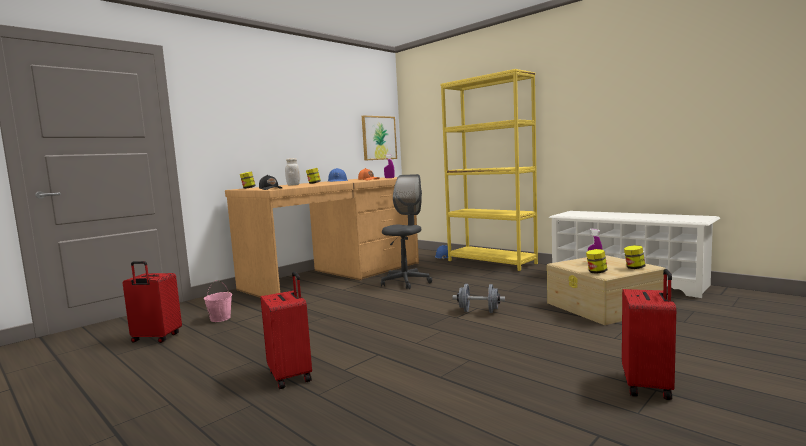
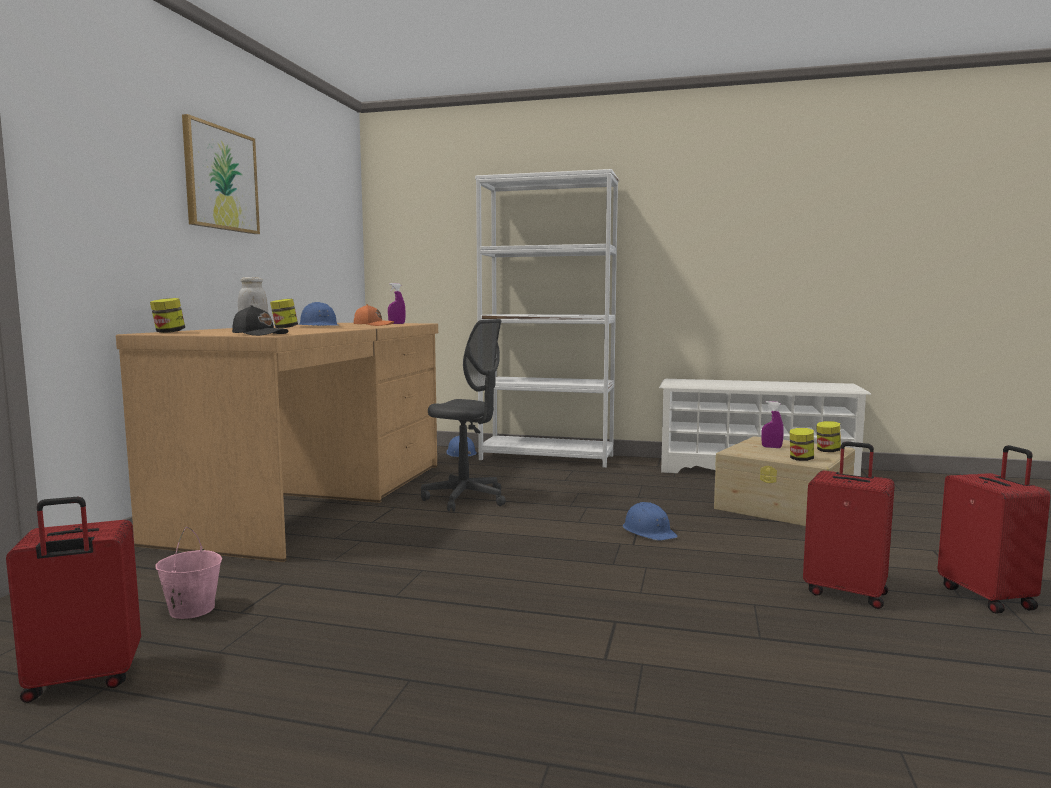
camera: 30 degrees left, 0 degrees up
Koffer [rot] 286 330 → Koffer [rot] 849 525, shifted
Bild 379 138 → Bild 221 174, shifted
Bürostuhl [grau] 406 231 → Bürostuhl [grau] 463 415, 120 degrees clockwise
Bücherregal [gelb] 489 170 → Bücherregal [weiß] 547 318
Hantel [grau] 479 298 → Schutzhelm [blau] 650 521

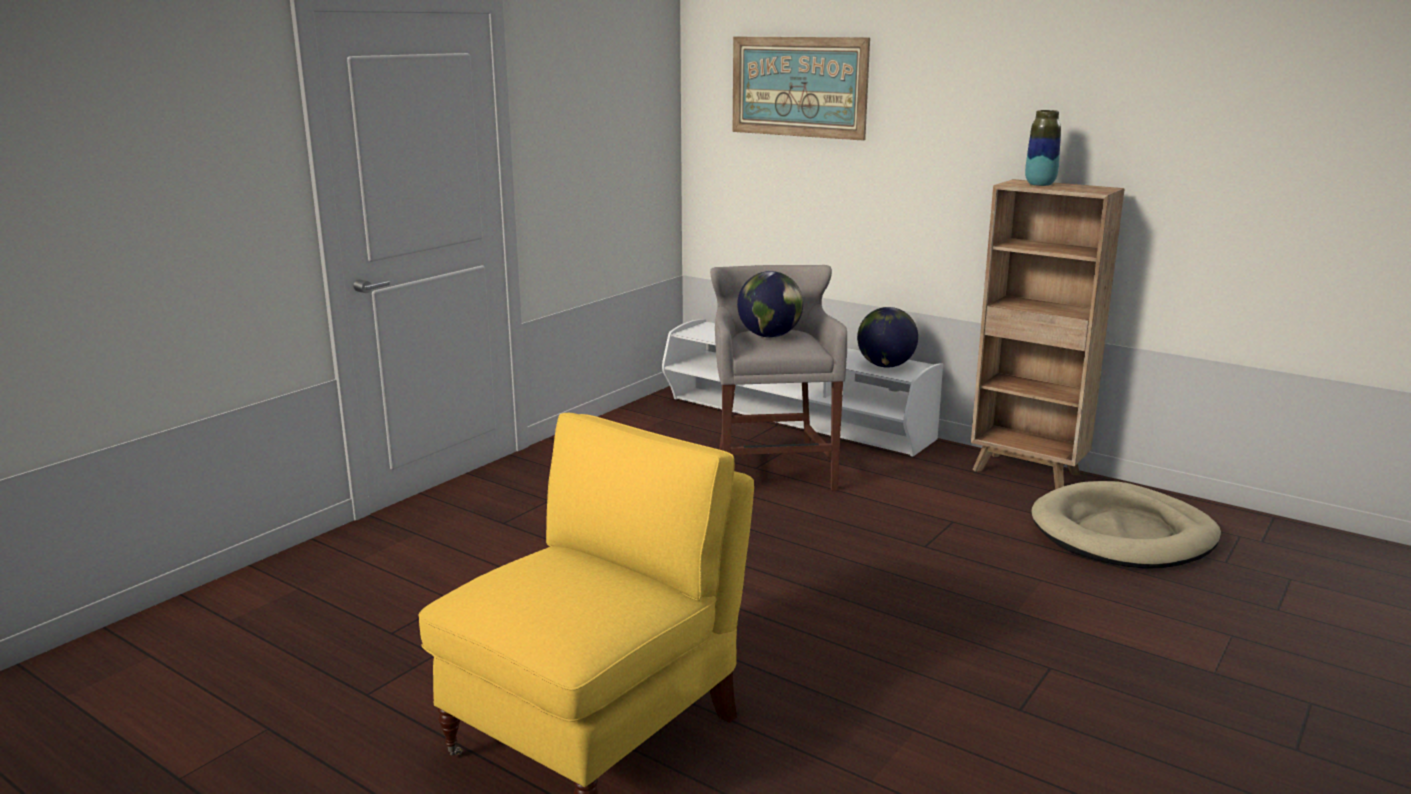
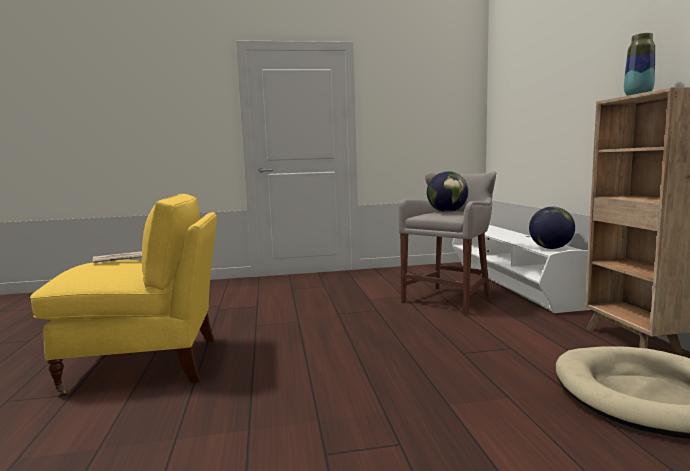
camera: 45 degrees right, 10 degrees down
Bild 801 88 → -
- → Zeitung 117 257

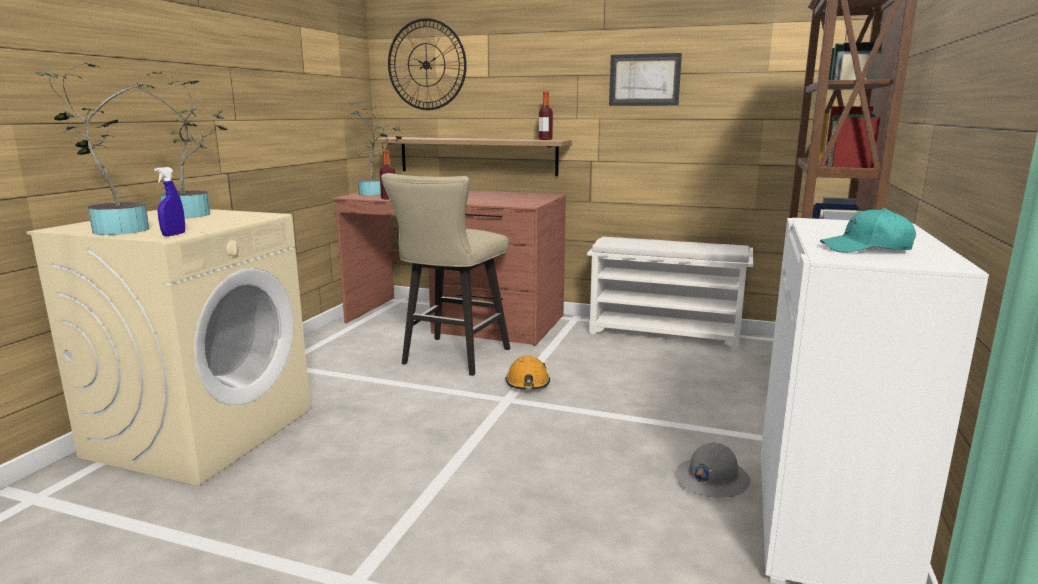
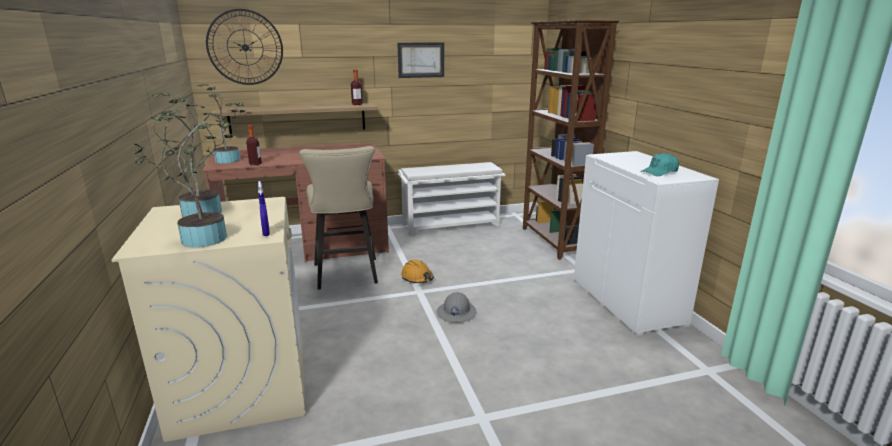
camera: 35 degrees left, 5 degrees up
Schutzhelm [grau] 713 470 → Schutzhelm [grau] 456 307, shifted

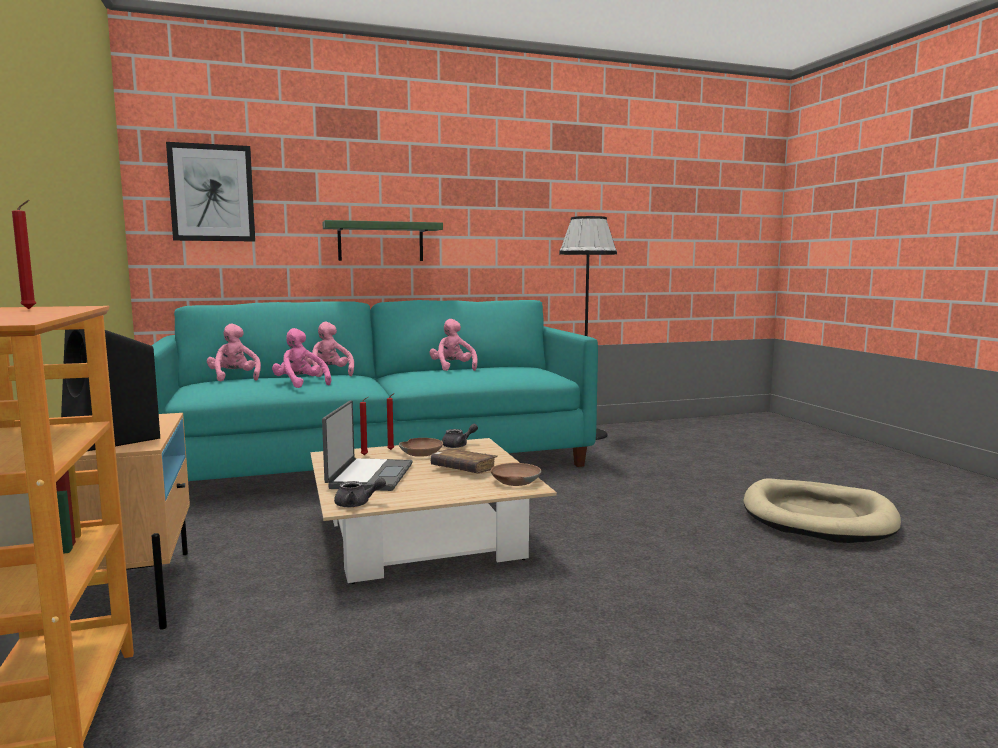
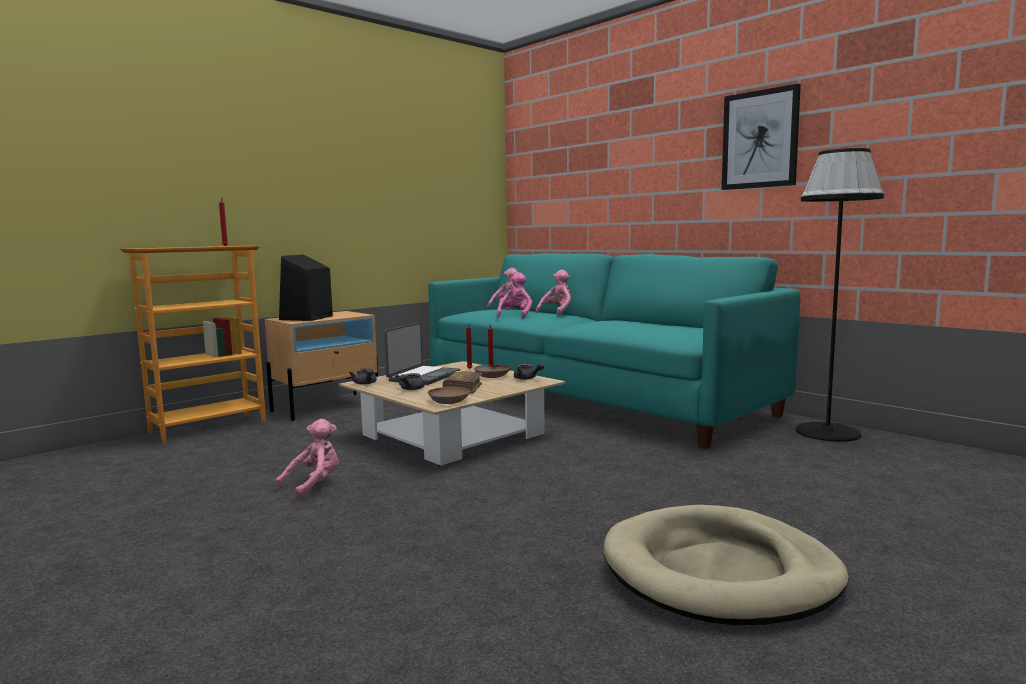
camera: 65 degrees right, 0 degrees up
Bild 210 191 → Bild 761 137, shifted
Wandregal [grün] 382 240 → -
Laptop 367 445 → Laptop 422 353, 45 degrees counterclockwise
Plüschtier [rosa] 453 345 → Plüschtier [rosa] 307 459, shifted
- → Teekanne [grau] 410 381

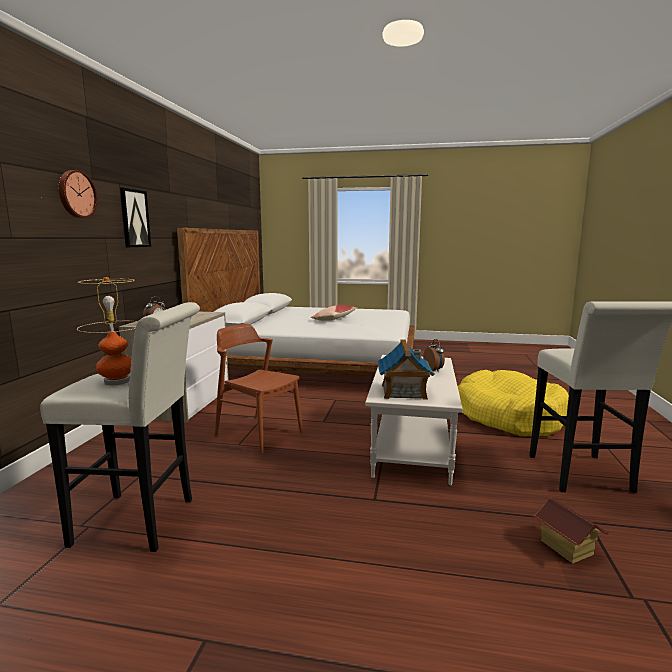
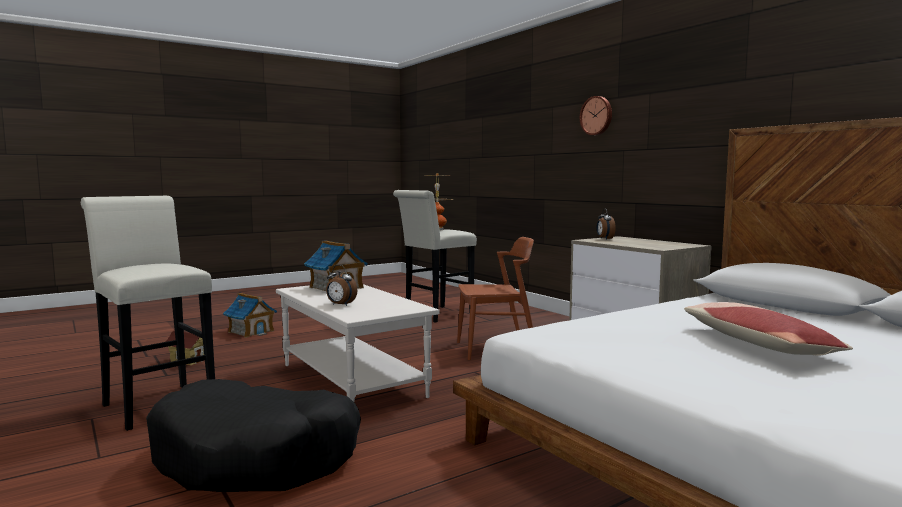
camera: 135 degrees right, 5 degrees down
Bild 135 217 → -
Hundebett [gelb] 513 403 → Hundebett [schwarz] 253 435
- → Spielzeughaus 250 315

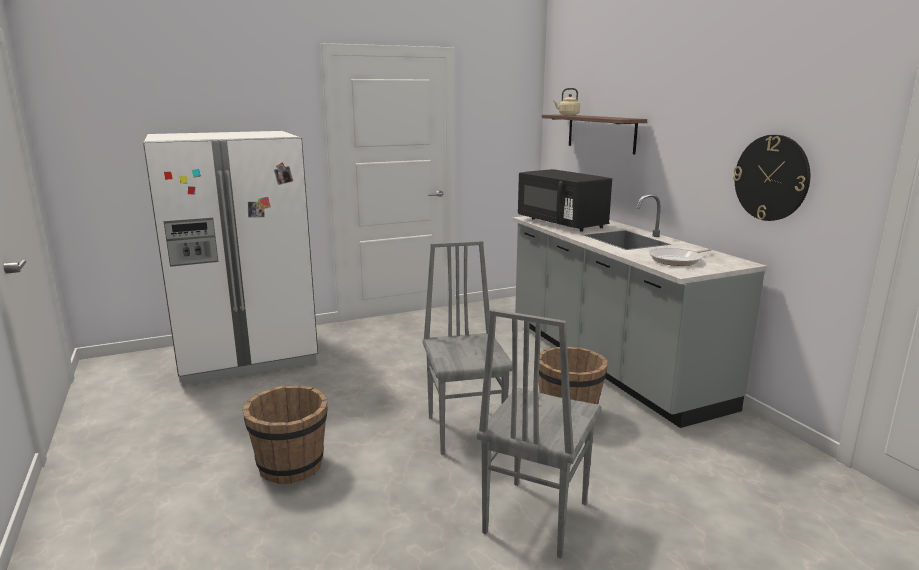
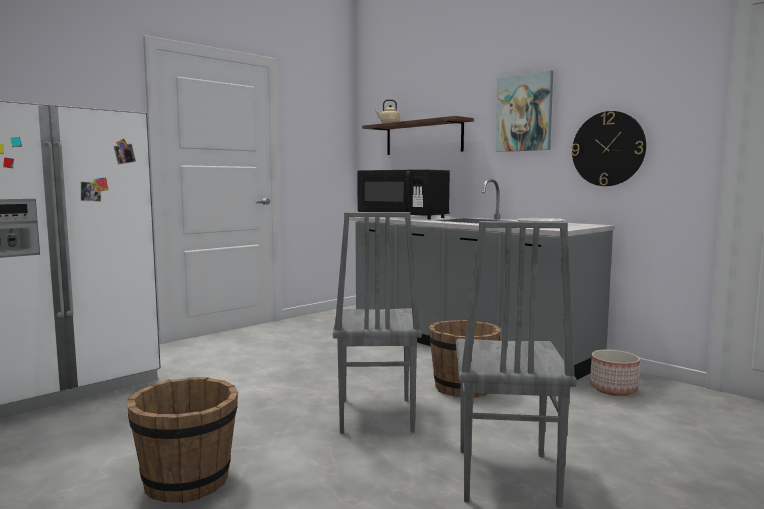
camera: 20 degrees left, 10 degrees down
Stuhl [grau] 467 348 → Stuhl [grau] 377 323, 150 degrees counterclockwise
- → Bild 524 111
- → Pflanzkübel 615 372

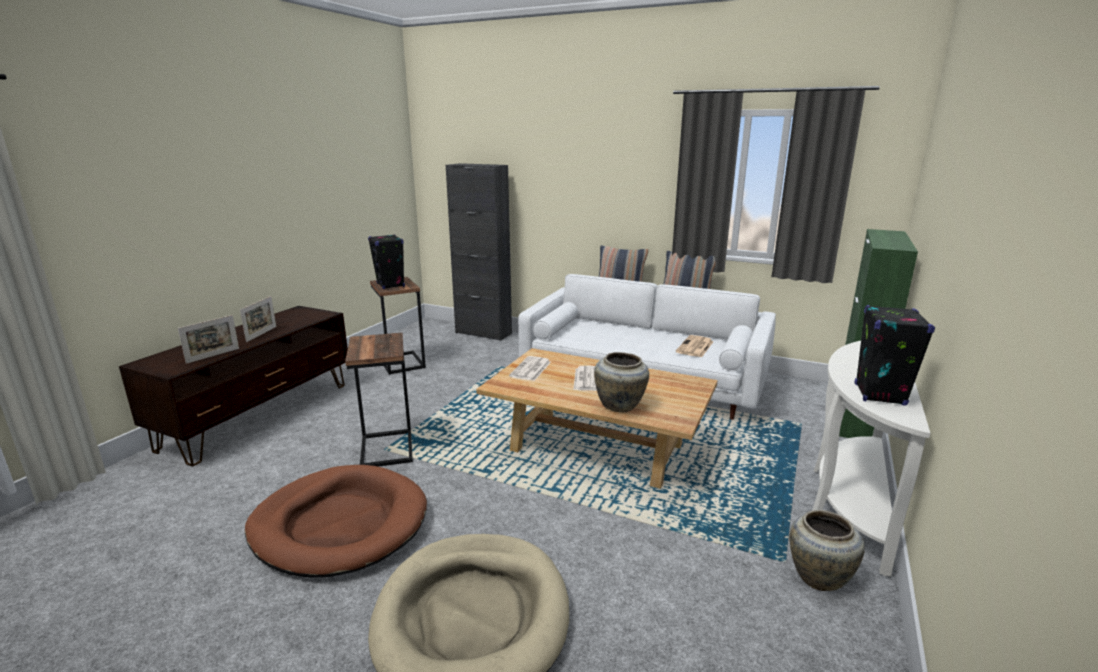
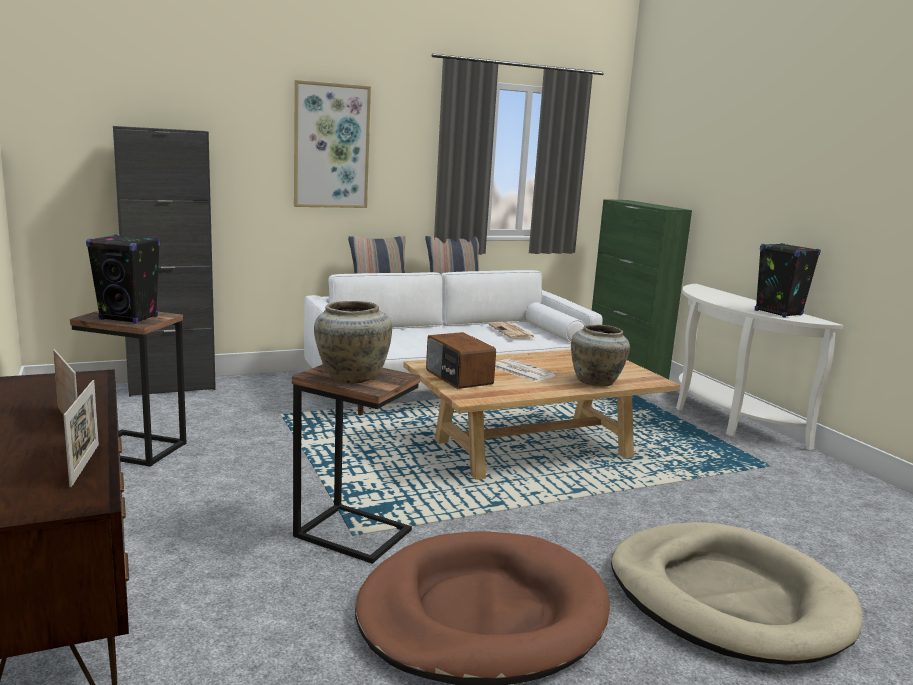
camera: 50 degrees left, 5 degrees down
Zeitung 530 368 → Radio 461 360
Vase [beige] 827 550 → Vase [beige] 353 342, shifted
- → Bild 332 144

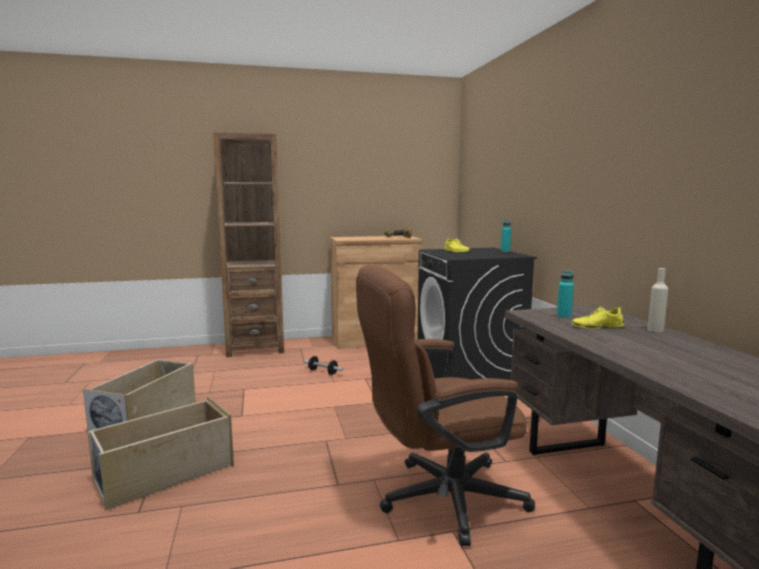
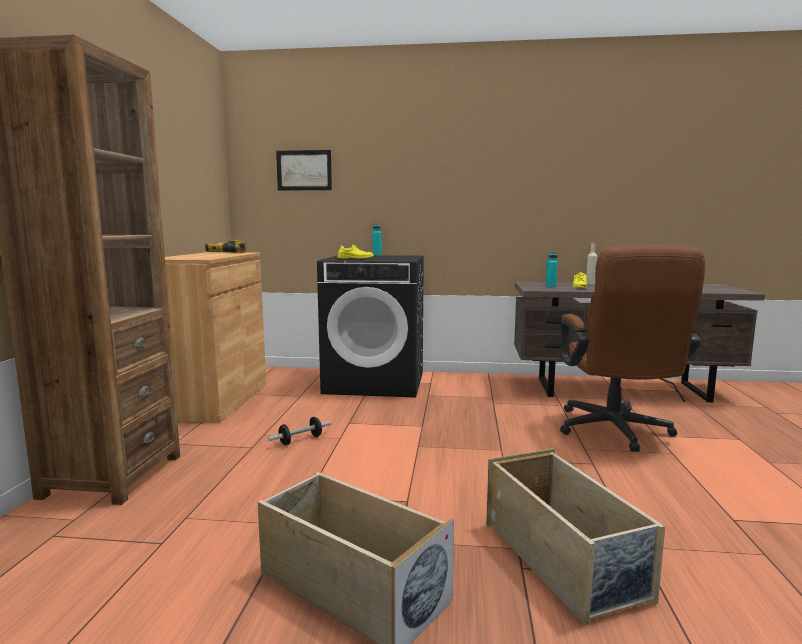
camera: 70 degrees left, 0 degrees up
- → Bild 304 170

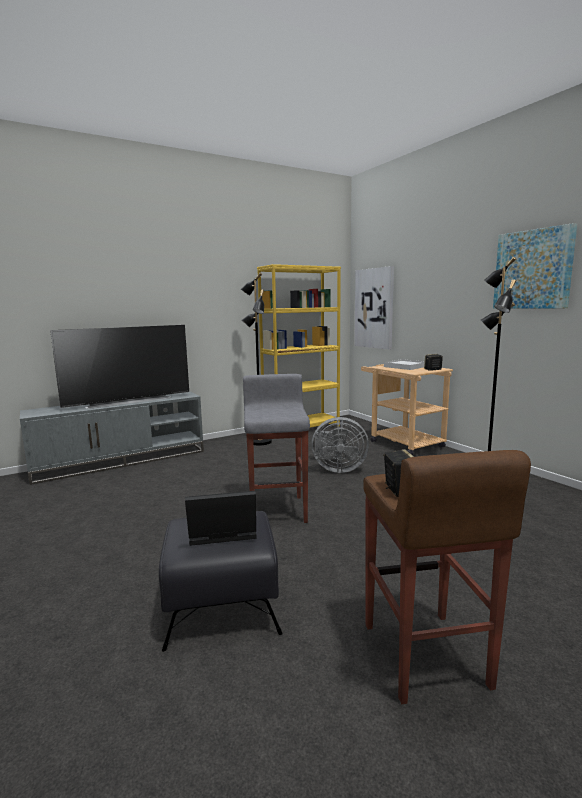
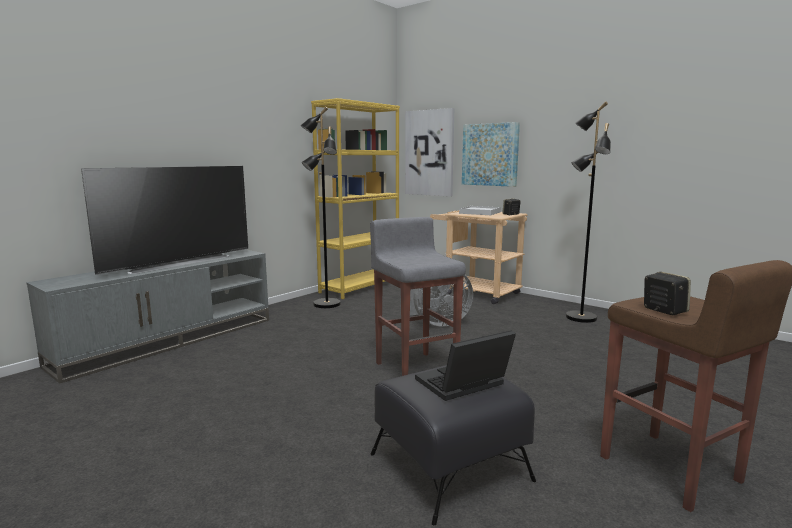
camera: 20 degrees left, 0 degrees up
Bild 535 265 → Bild 491 154, shifted

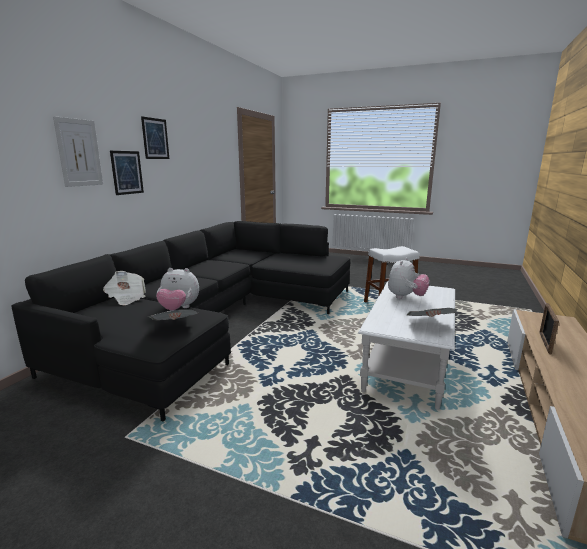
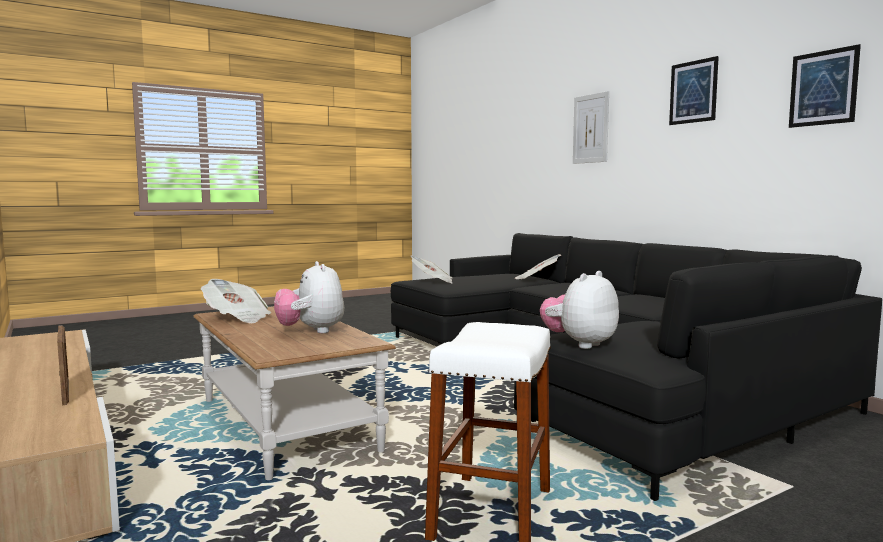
camera: 125 degrees right, 10 degrees down
Bild 127 173 → Bild 825 86, shifted
Plüschtier 177 289 → Plüschtier 579 310, shifted
Couchtisch [weiß] 406 345 → Couchtisch [braun] 294 393

